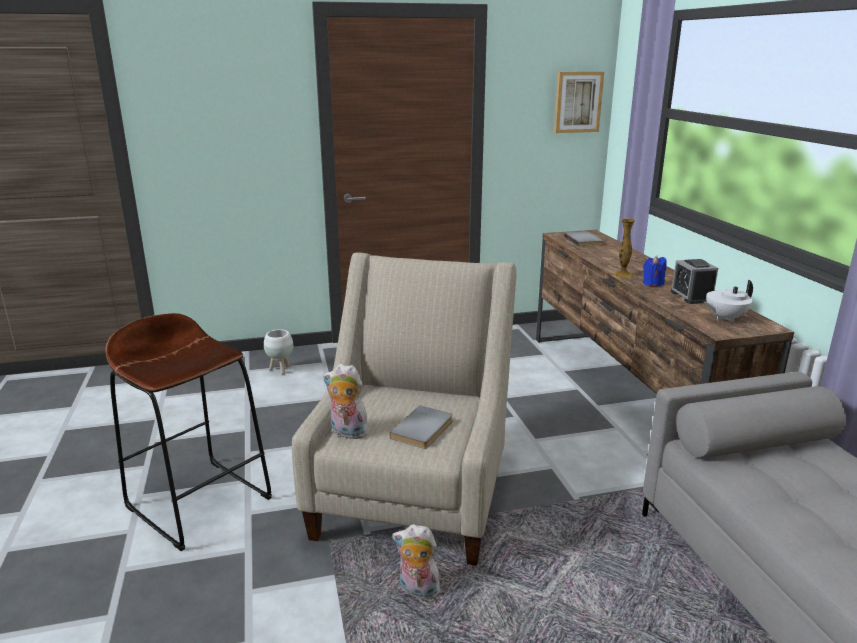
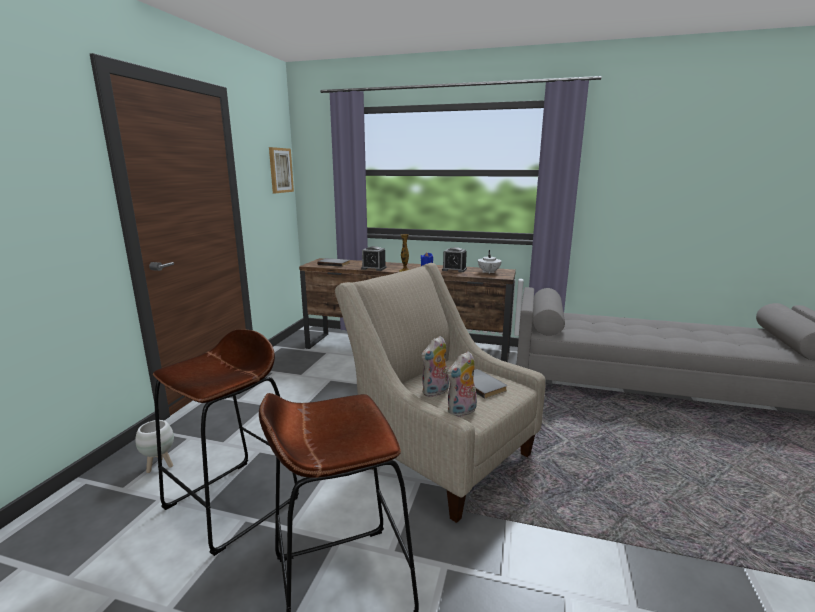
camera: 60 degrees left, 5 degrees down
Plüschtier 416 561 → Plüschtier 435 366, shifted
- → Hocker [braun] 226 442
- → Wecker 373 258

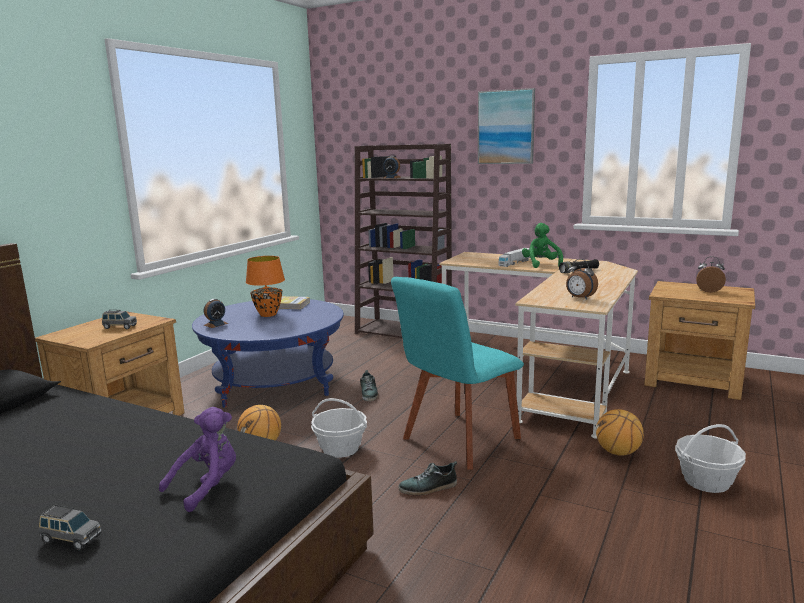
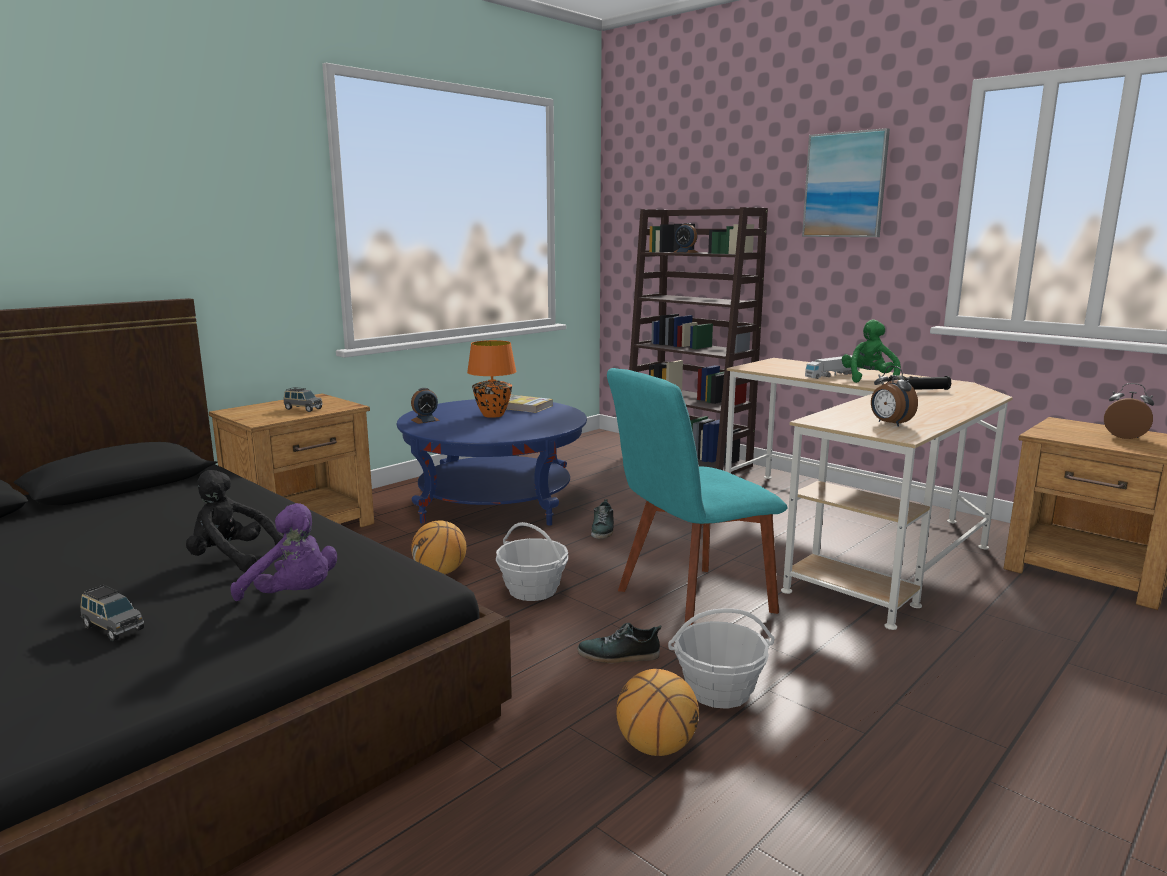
camera: 15 degrees right, 0 degrees up
Plüschtier [lila] 197 459 → Plüschtier [lila] 284 552, 60 degrees clockwise
Basketball 620 432 → Basketball 657 712, shifted
Korb 710 458 → Korb 721 658, shifted
- → Plüschtier [schwarz] 234 521

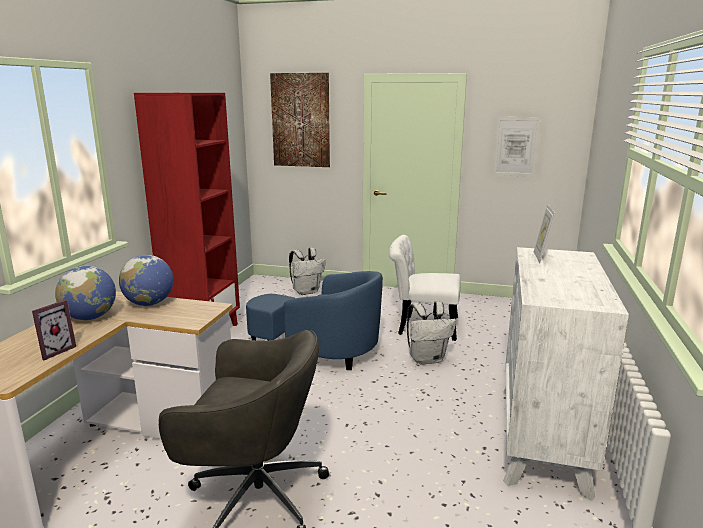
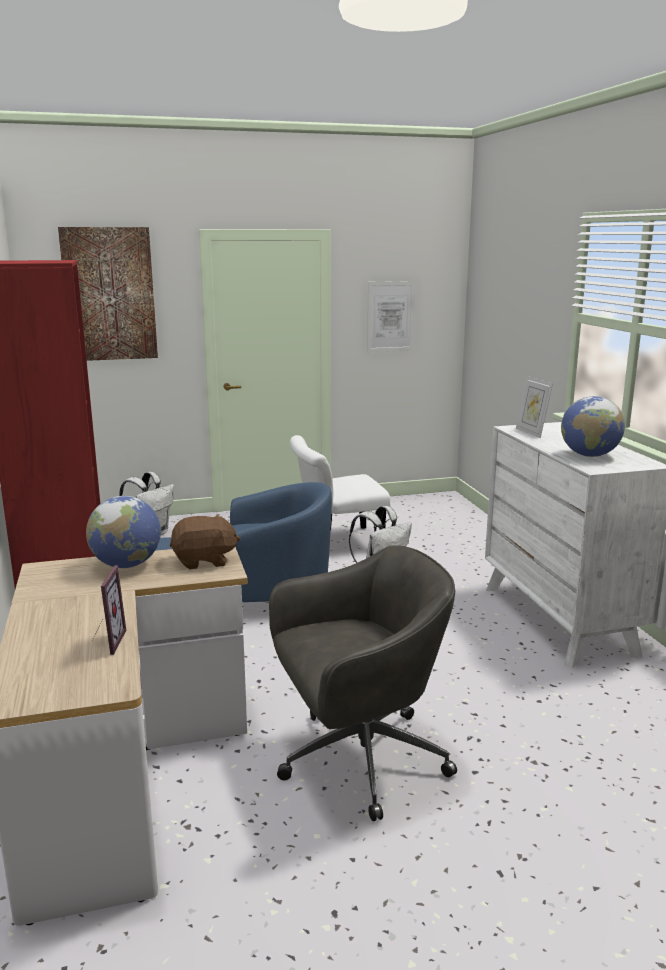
camera: 30 degrees left, 0 degrees up
Globus 85 293 → Globus 593 426, shifted
- → Plüschtier [braun] 205 541

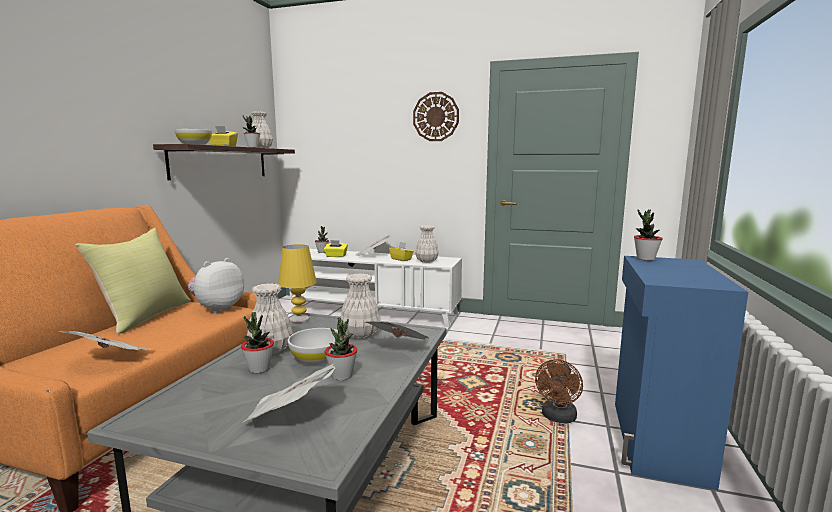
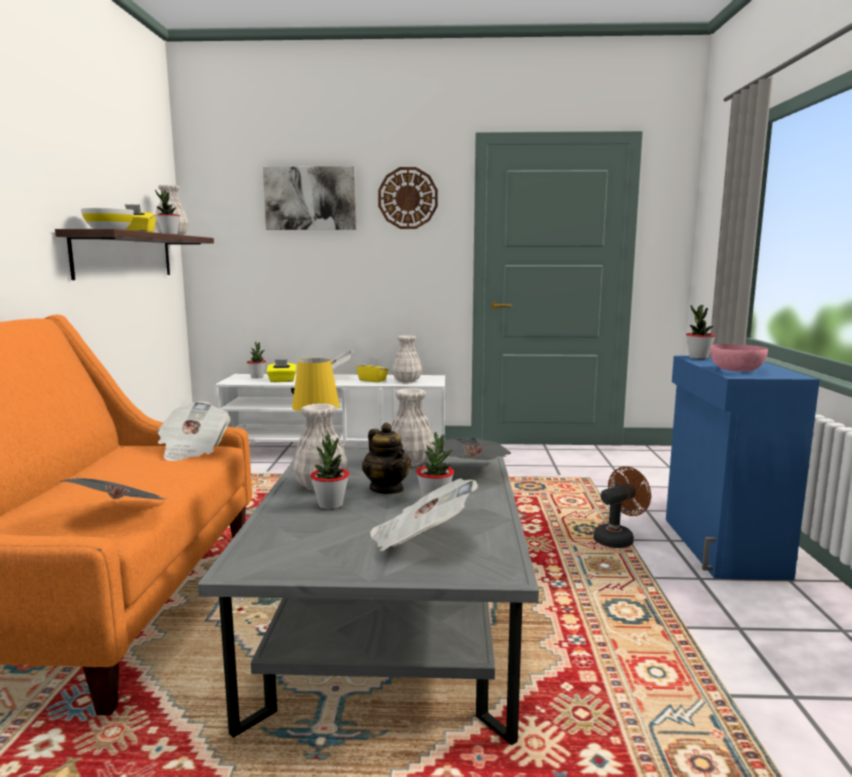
camera: 15 degrees left, 0 degrees up
Kissen [gelb] 133 281 → -
Plüschtier 216 285 → Zeitung 194 431
Schüssel [weiß] 313 346 → Teekanne 386 458
Ventilator [braun] 559 391 → Ventilator [braun] 622 507, 135 degrees counterclockwise
- → Bild 309 198
- → Schüssel [rosa] 739 358

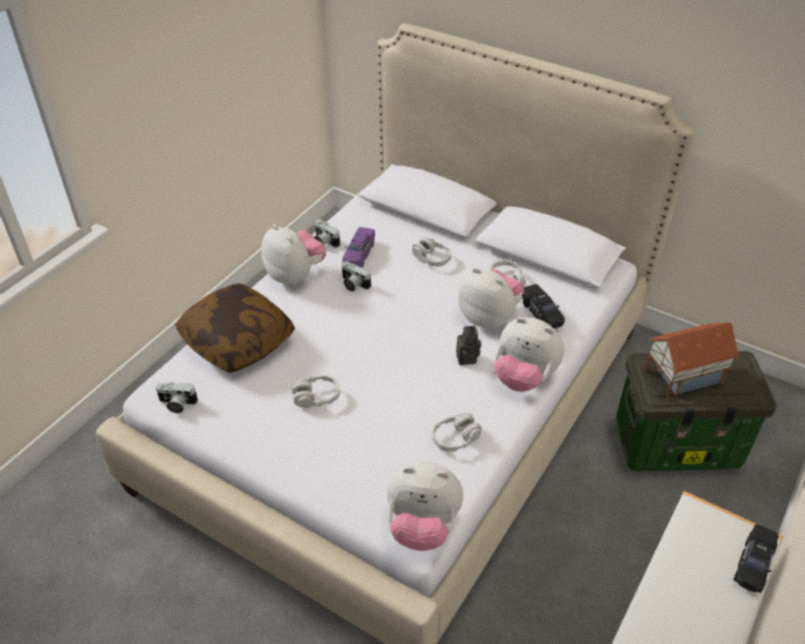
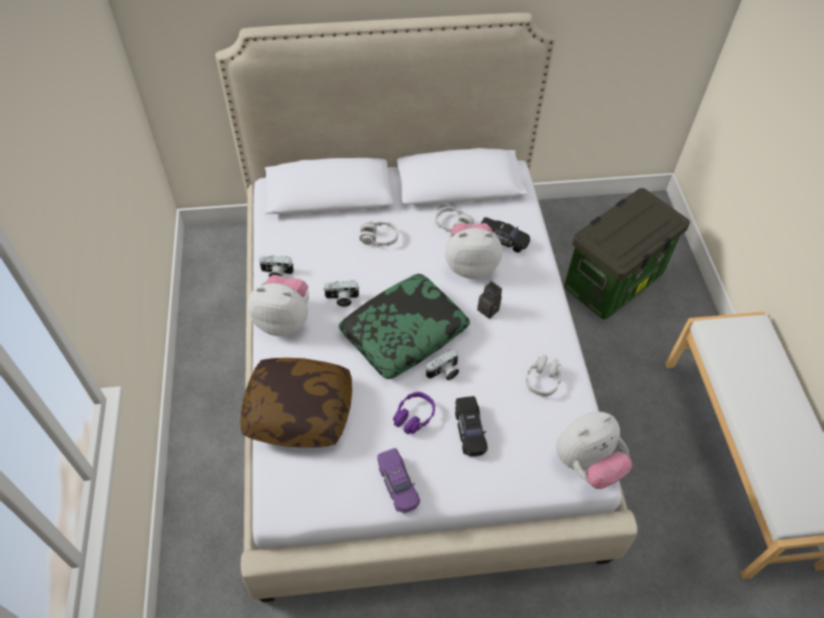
camera: 40 degrees left, 10 degrees up
Kamera 176 397 → Kamera 442 364, shifted
Kopfhörer [grau] 315 391 → Kopfhörer [lila] 414 413
Spielzeugauto [lila] 358 247 → Spielzeugauto [lila] 398 480, shifted
Plüschtier 529 354 → -
Spielzeughaus 691 360 → -
Spielzeugauto [schwarz] 756 558 → Spielzeugauto [schwarz] 471 426, shifted
- → Kissen 404 326

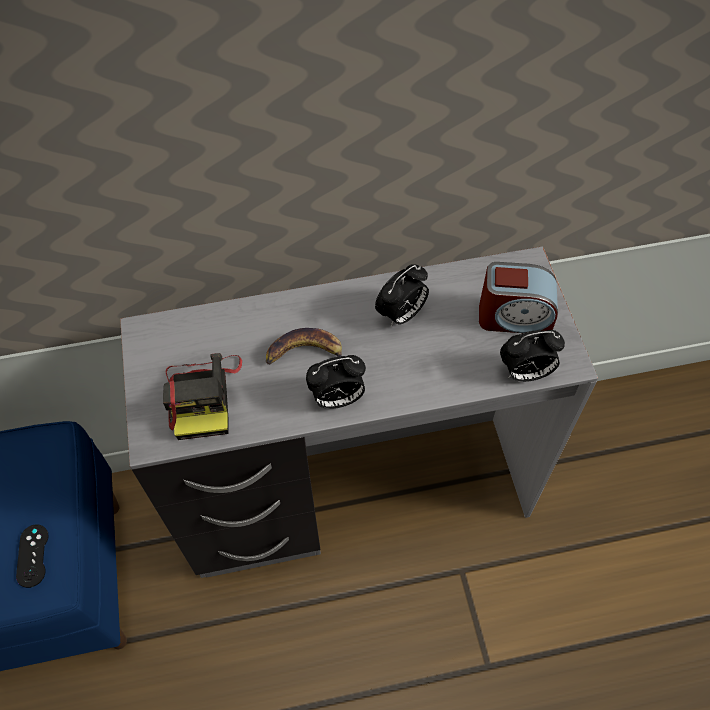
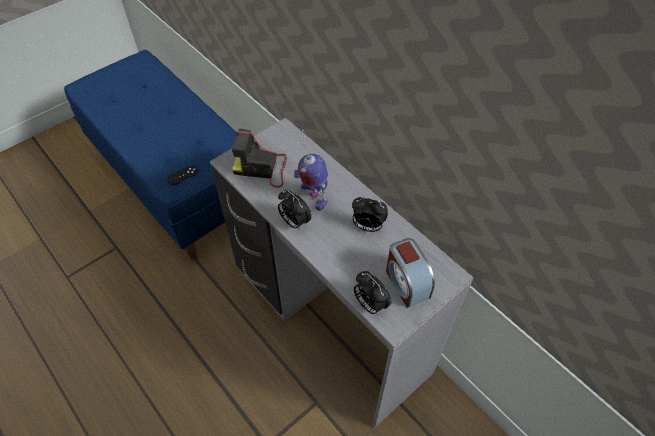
camera: 60 degrees right, 5 degrees down
Kamera 202 396 → Kamera 259 158, 45 degrees clockwise
Banane 304 346 → Spielzeugroboter 311 170

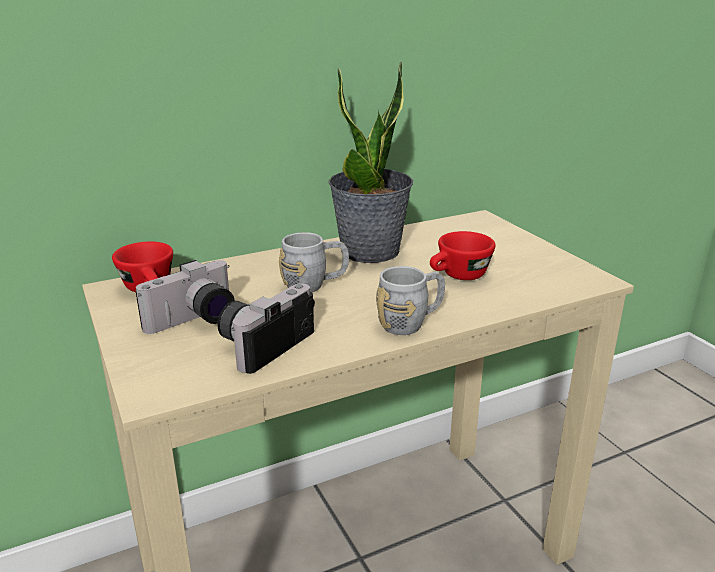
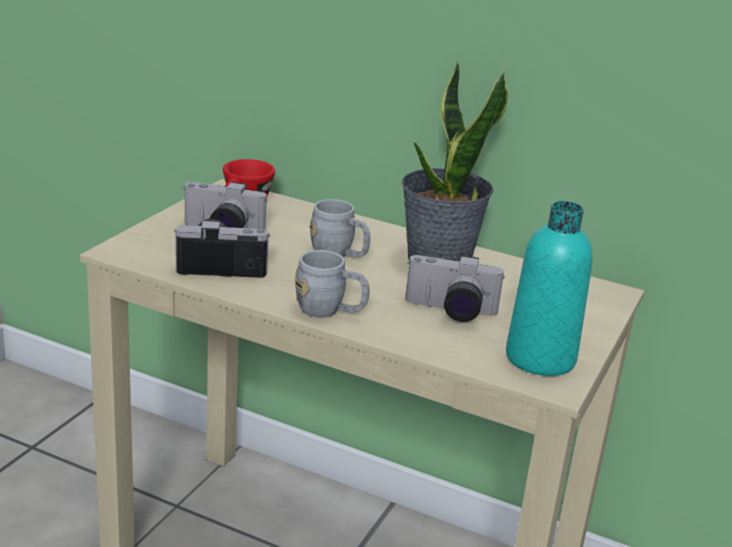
camera: 50 degrees right, 0 degrees up
Tasse [rot] 463 255 → Kamera 455 288
- → Flasche [türkis] 549 288

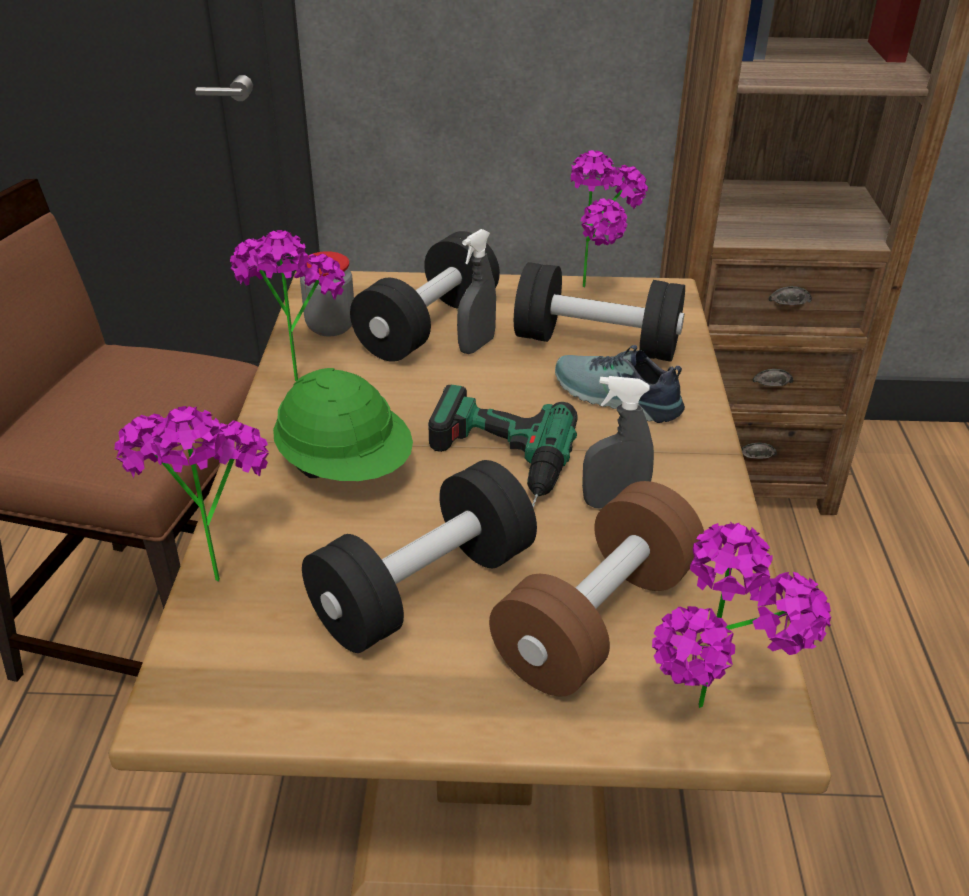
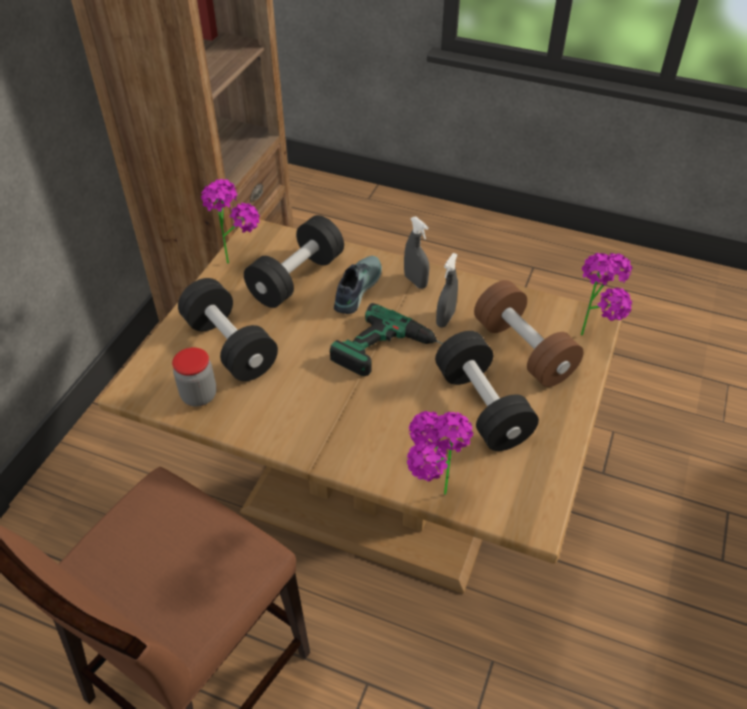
camera: 70 degrees left, 10 degrees up
Topfpflanze 287 305 → -
Schutzhelm [grün] 343 424 → -
Sprühflasche [grau] 476 291 → Sprühflasche [grau] 417 253, shifted
Schuh 620 384 → Schuh 358 285, 150 degrees clockwise

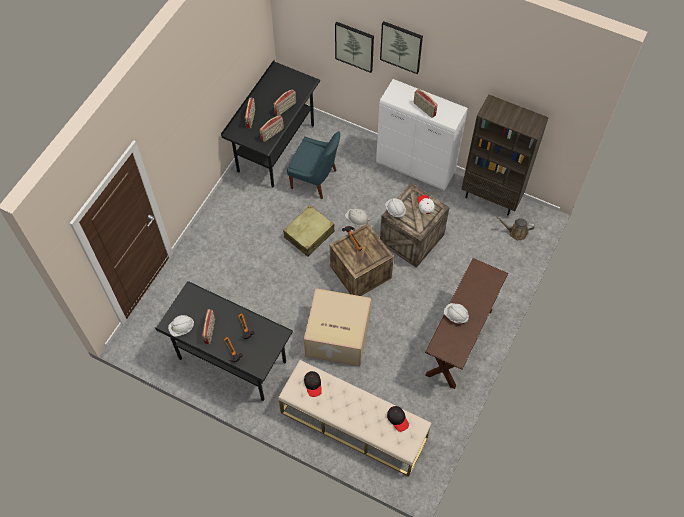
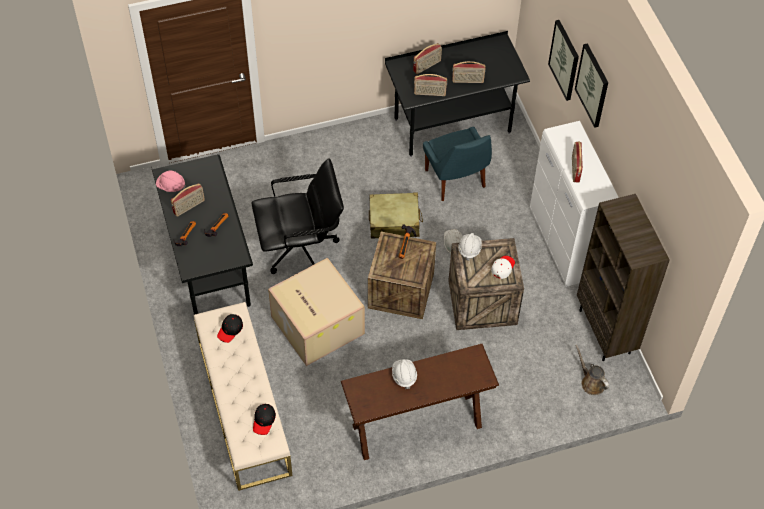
camera: 45 degrees right, 5 degrees down
Schutzhelm [weiß] 181 326 → Schutzhelm [rosa] 170 181
- → Bürostuhl [schwarz] 298 216

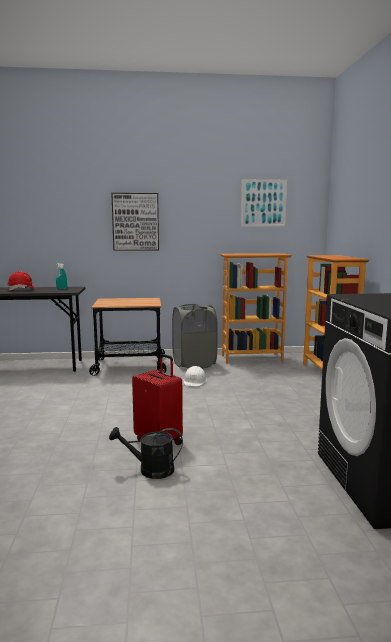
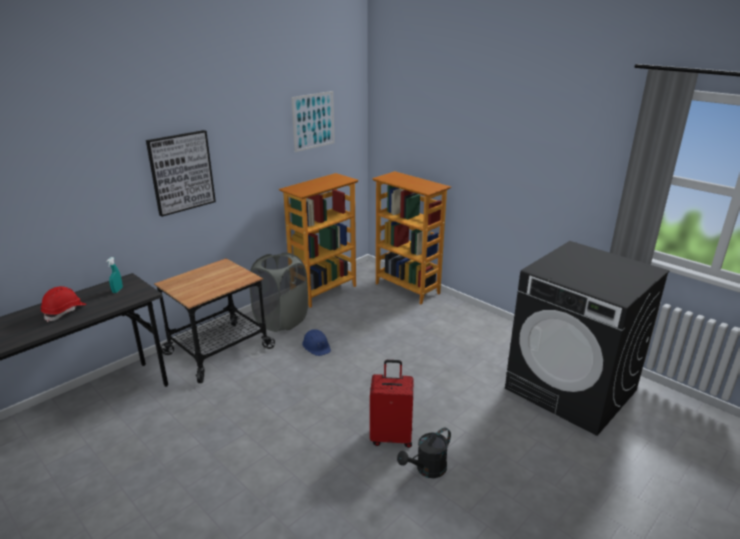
camera: 40 degrees left, 15 degrees up
Schutzhelm [weiß] 195 376 → Schutzhelm [blau] 316 342

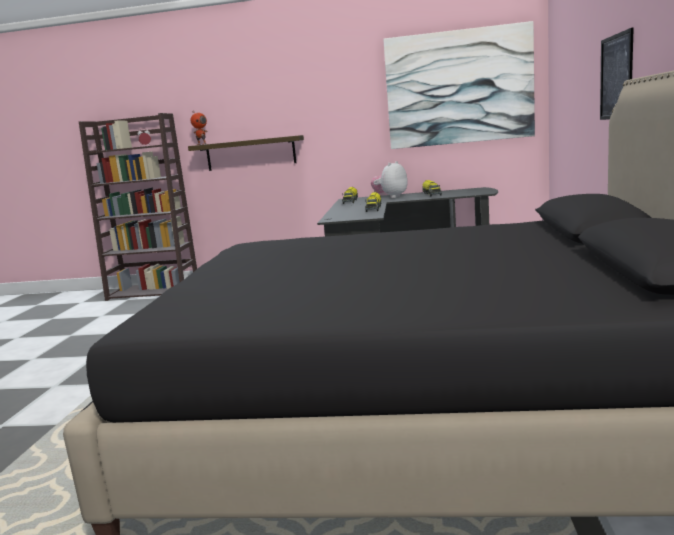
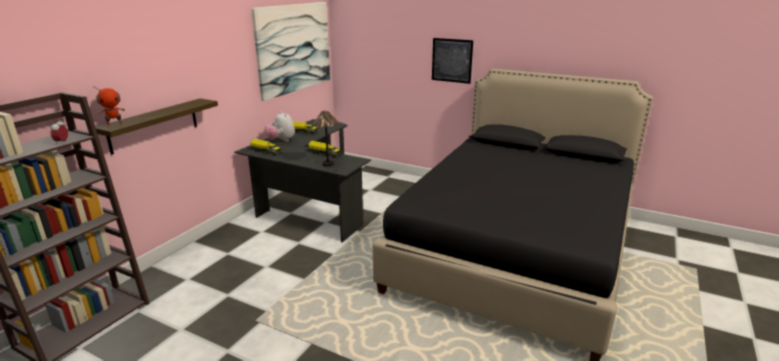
camera: 70 degrees left, 10 degrees up
- → Tischlampe 326 138

